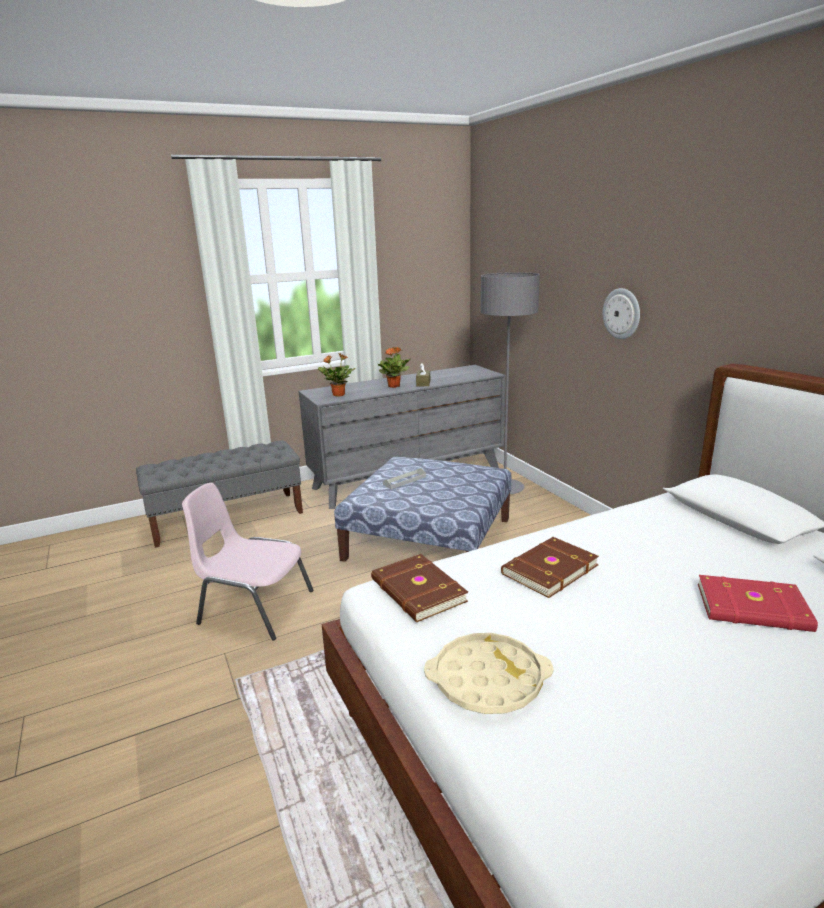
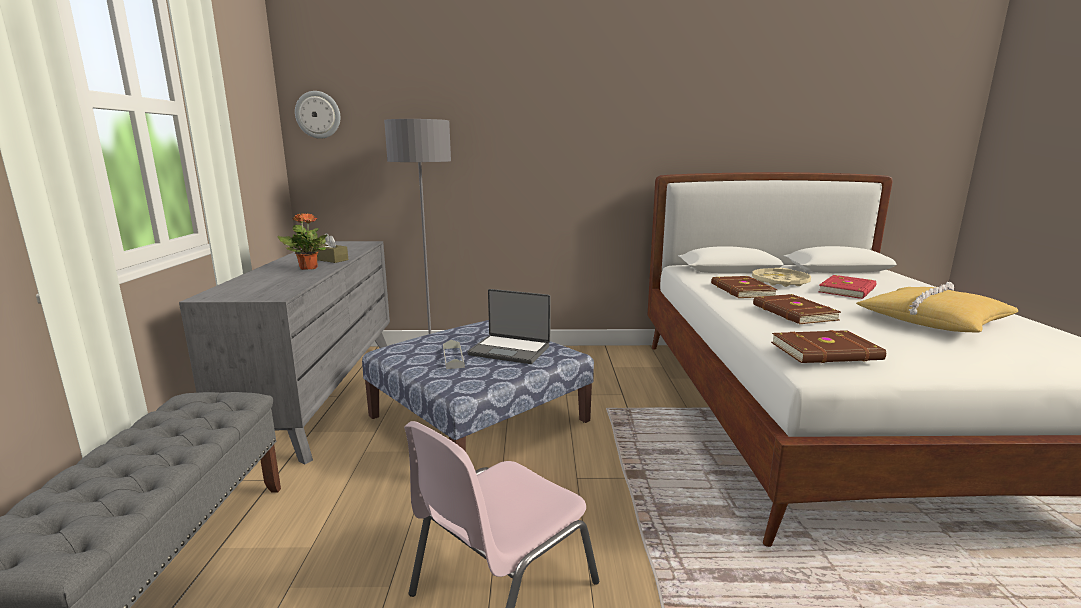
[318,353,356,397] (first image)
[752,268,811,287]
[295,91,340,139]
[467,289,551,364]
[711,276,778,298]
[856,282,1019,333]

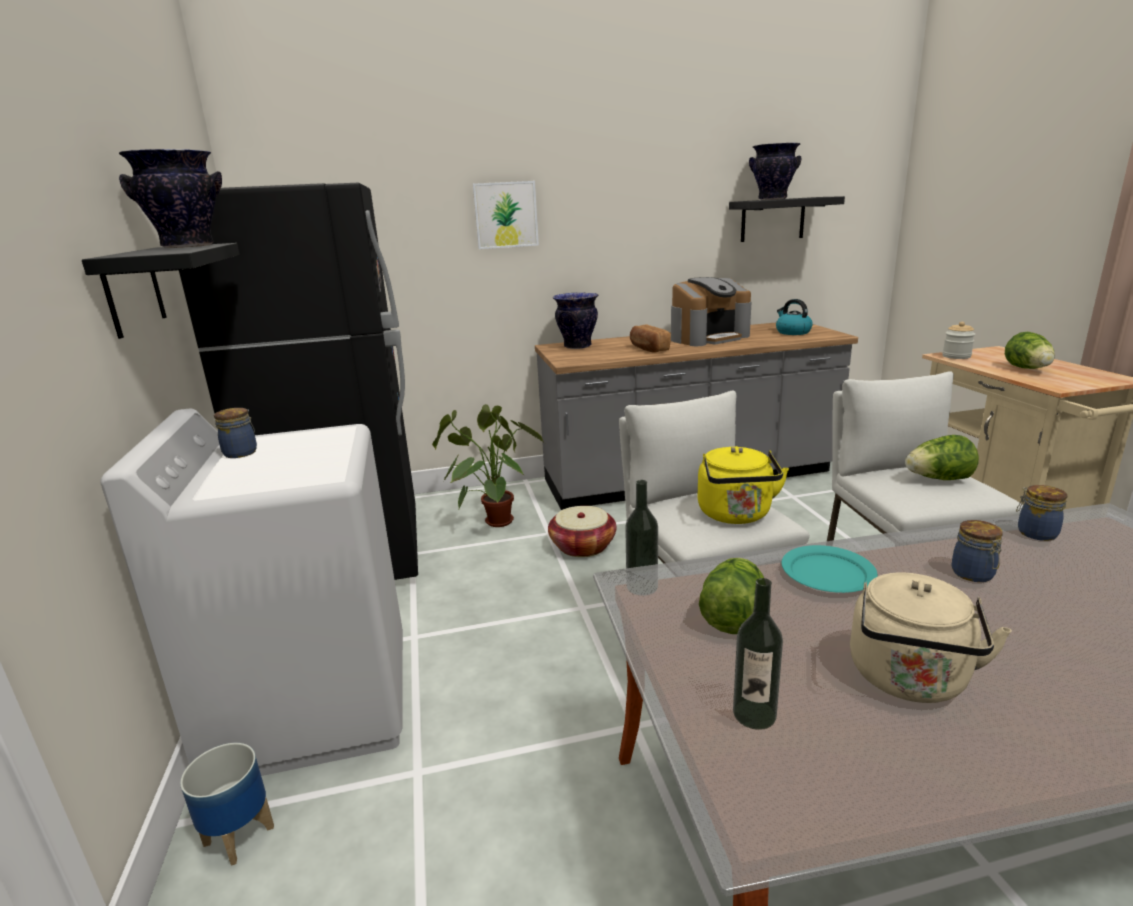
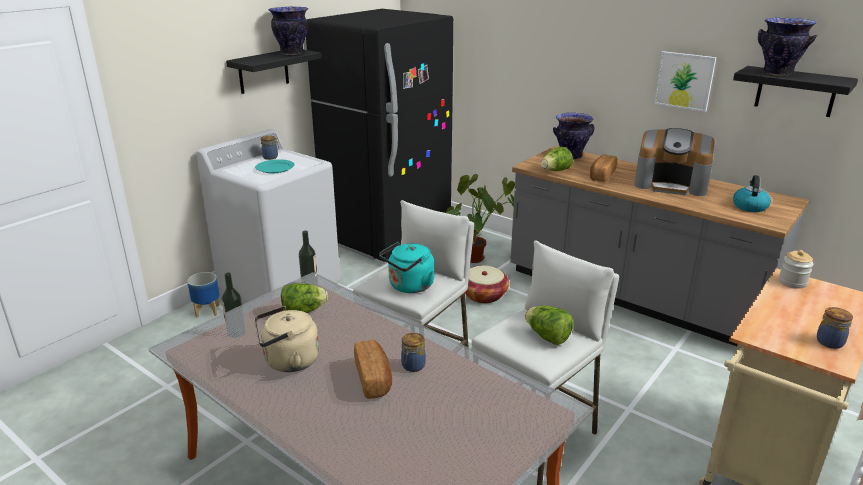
[654,51,716,112]
[379,242,434,293]
[255,159,295,173]
[541,147,573,171]
[817,307,853,349]
[354,340,392,399]

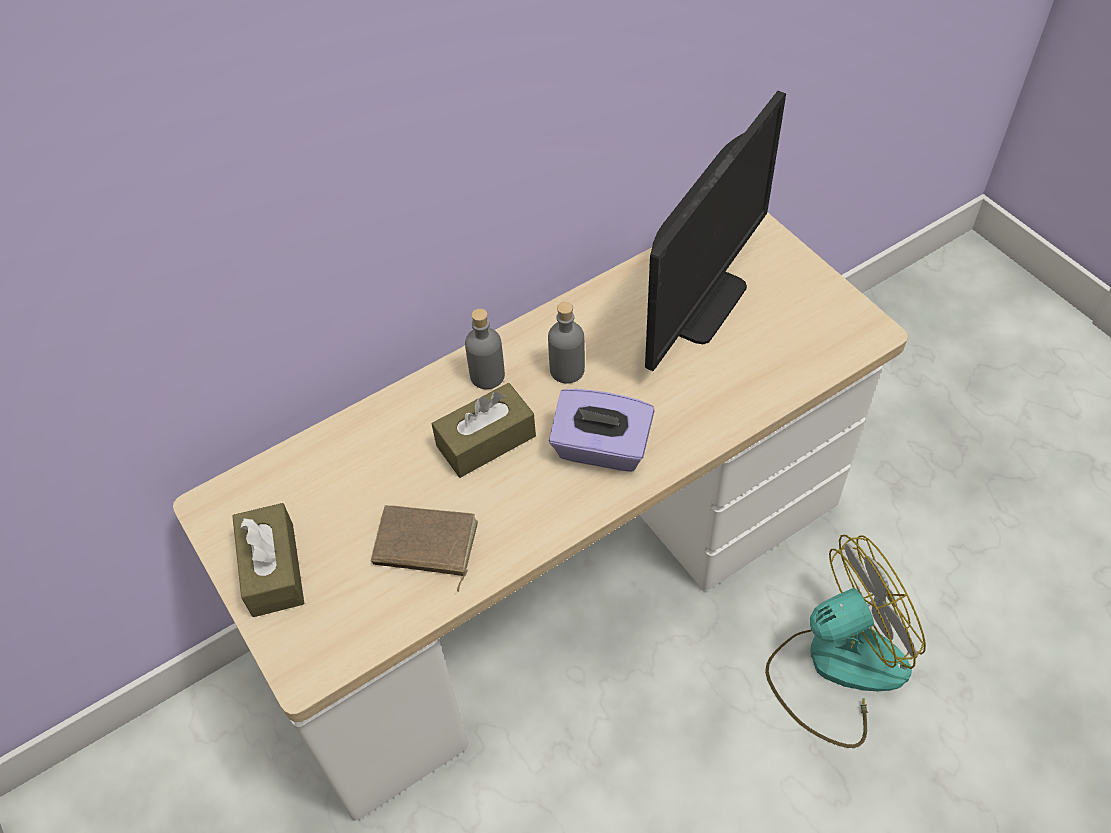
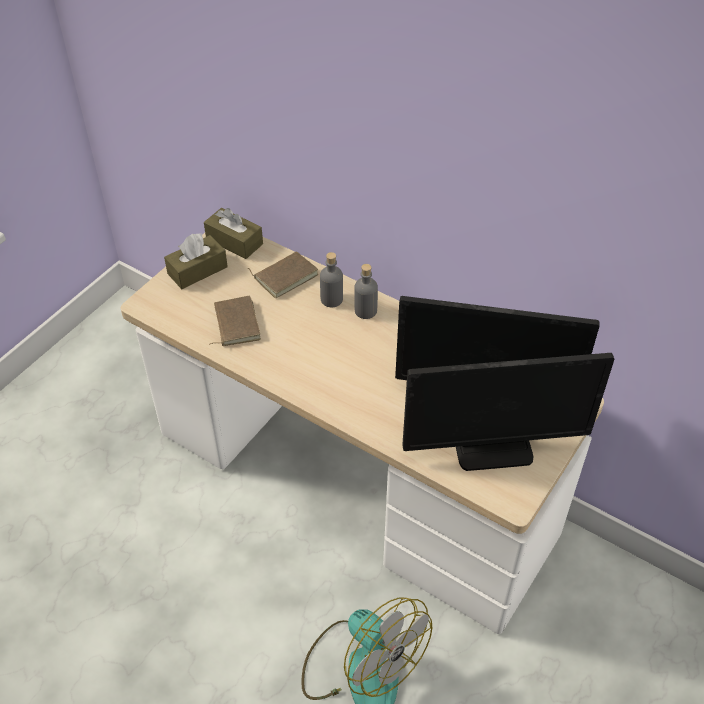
[204,208,263,259]
[320,252,343,307]
[549,389,654,472] (first image)
[248,251,318,298]
[402,353,614,471]

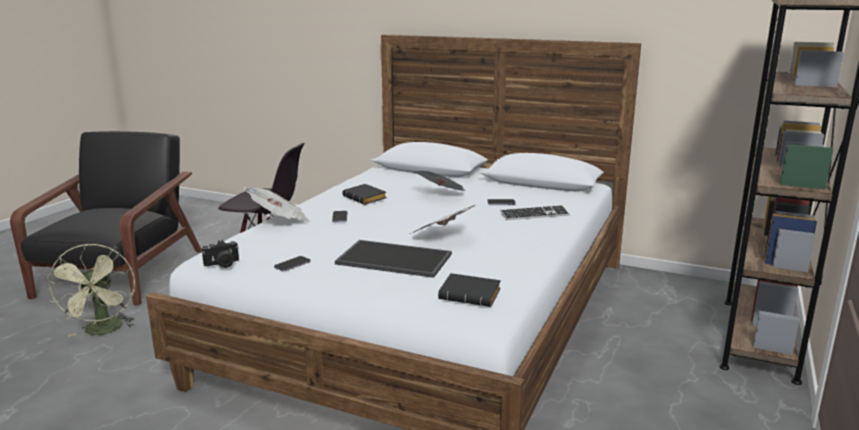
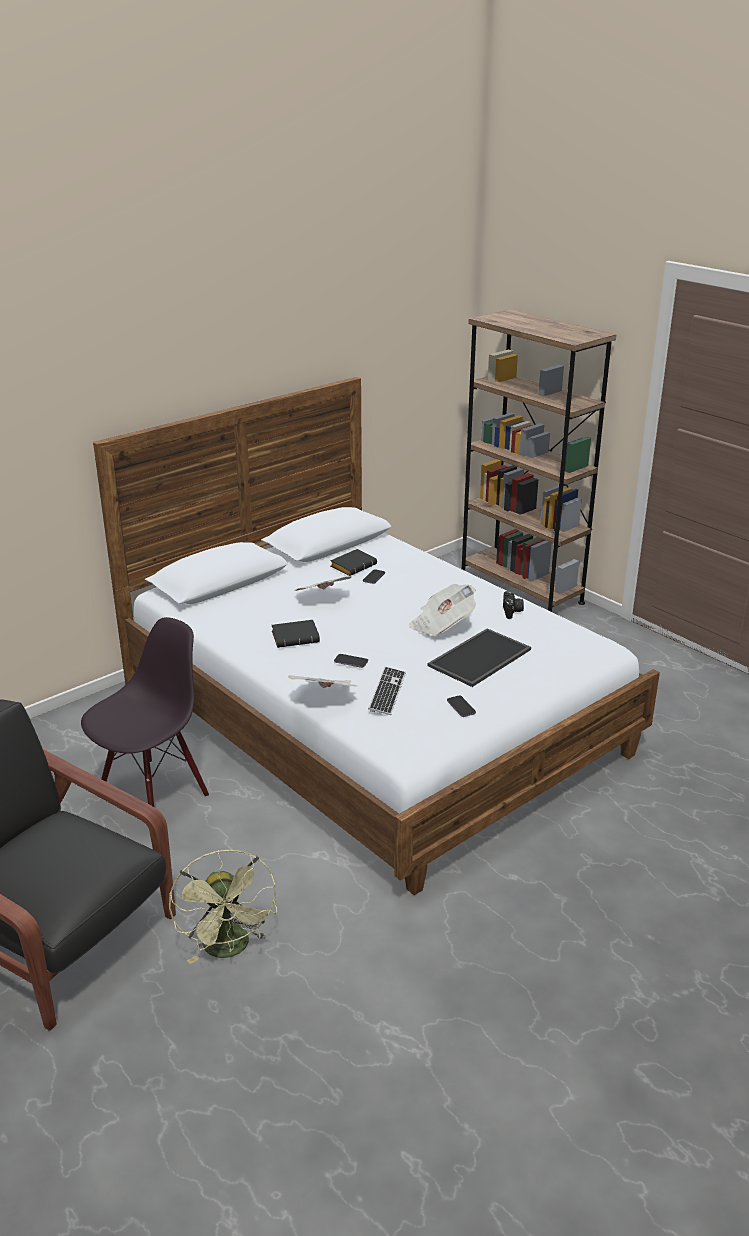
[169,850,277,964]
[503,591,524,619]
[330,549,377,576]
[368,666,406,715]

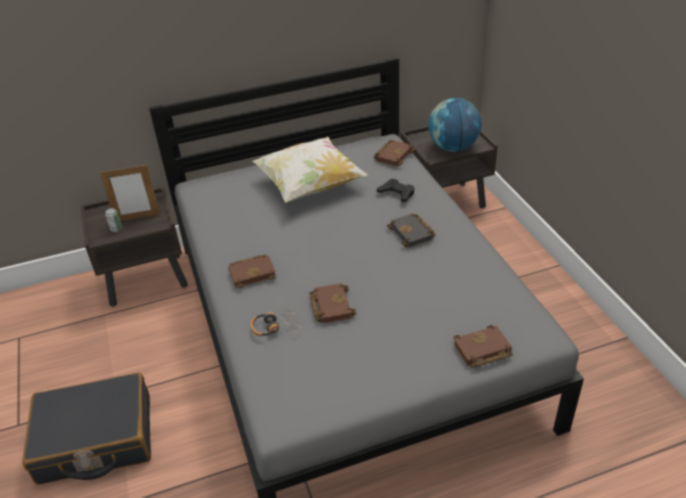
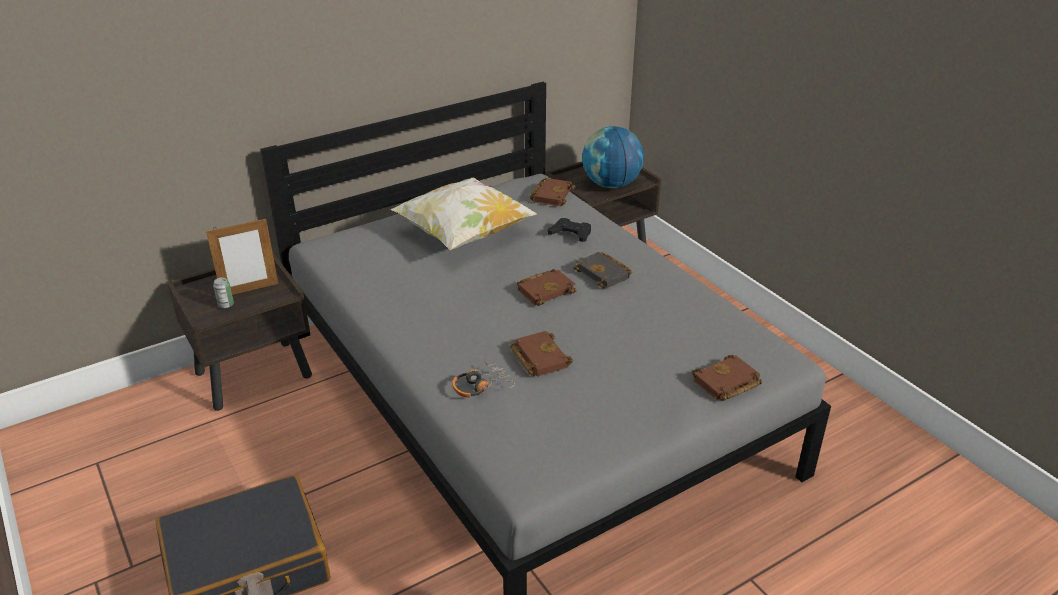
[517,269,577,306]

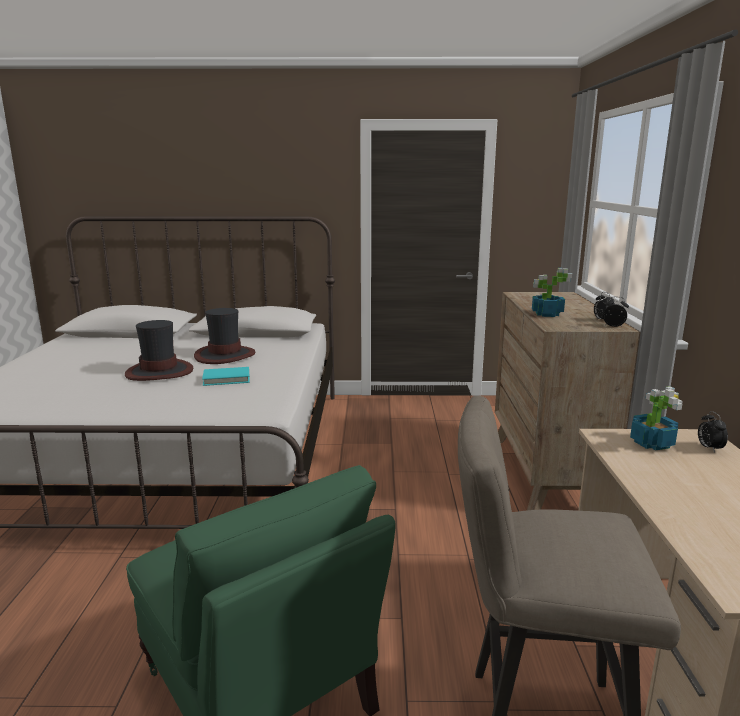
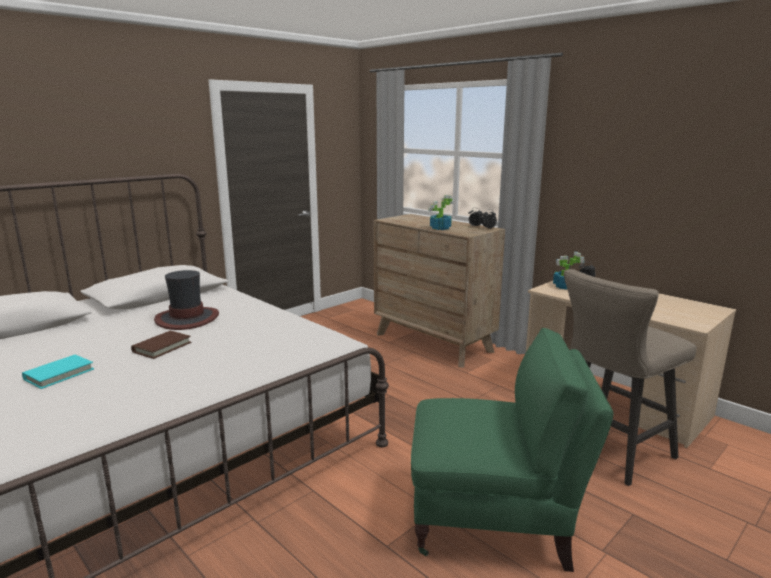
[131,331,192,359]
[22,355,94,389]

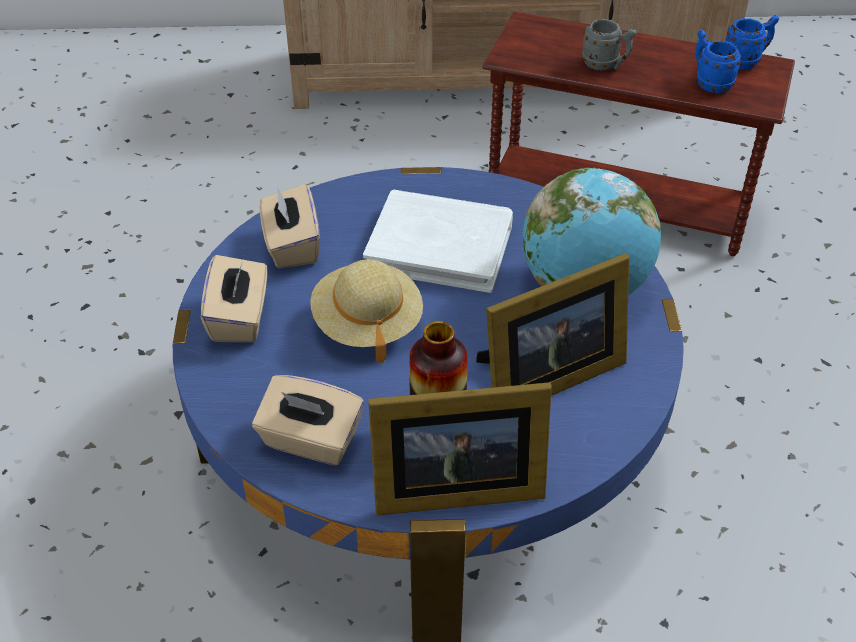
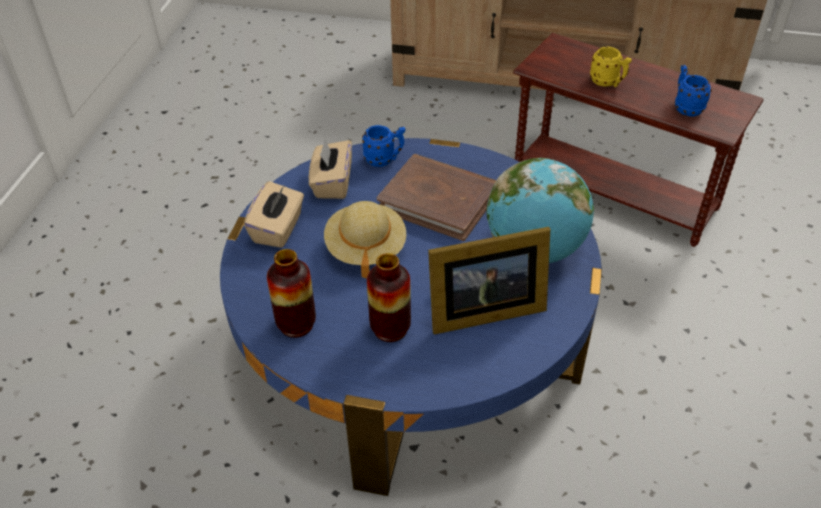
[267,249,316,338]
[377,154,496,241]
[368,382,552,516] (first image)
[590,47,632,87]
[362,125,406,167]

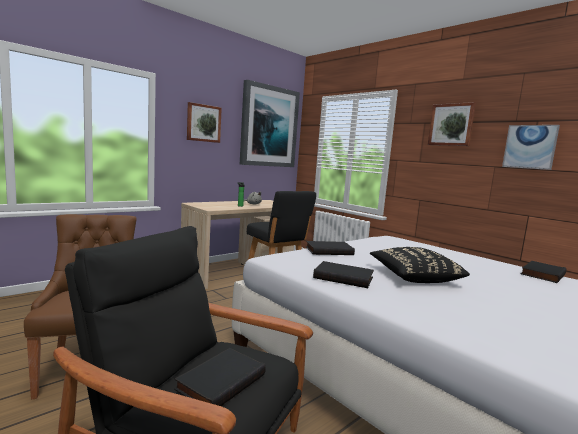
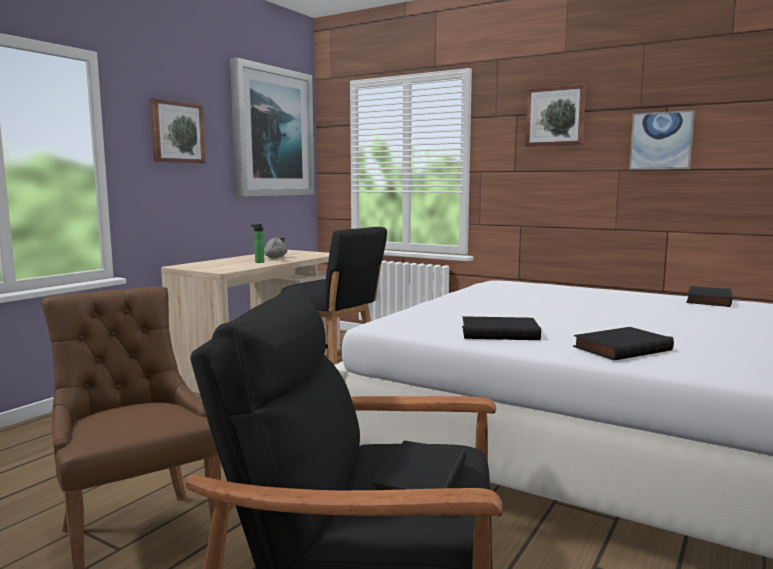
[573,327,674,360]
[370,247,470,283] (first image)

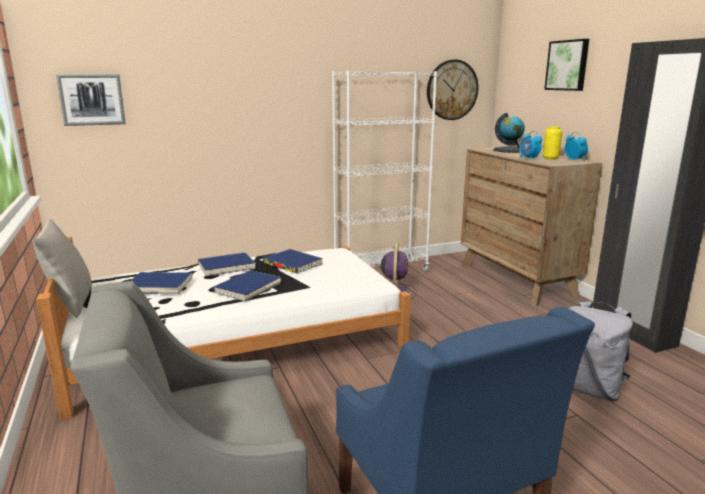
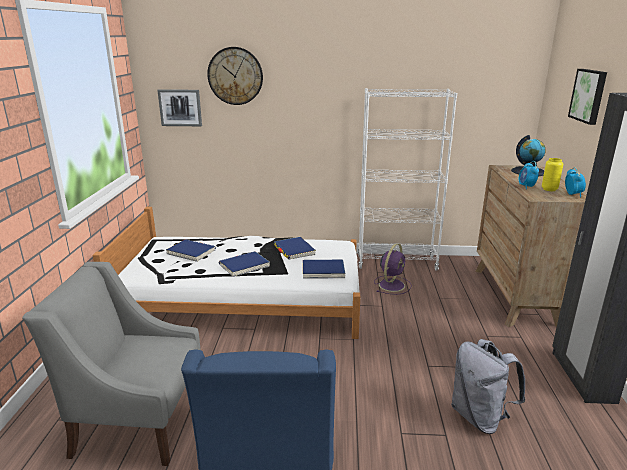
[32,219,92,318] (first image)
[303,260,346,279]
[207,47,263,105]

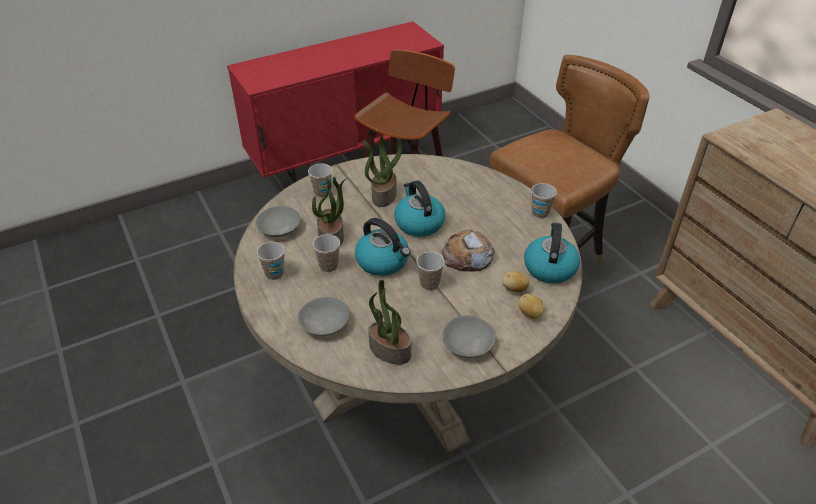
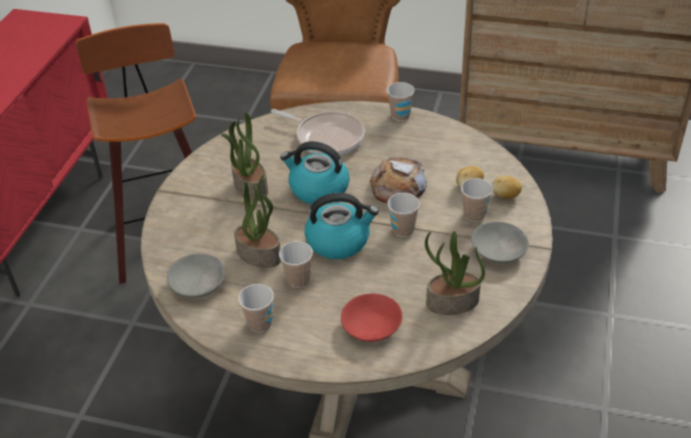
[341,294,402,342]
[461,178,493,222]
[524,222,580,284] (first image)
[271,109,365,155]

